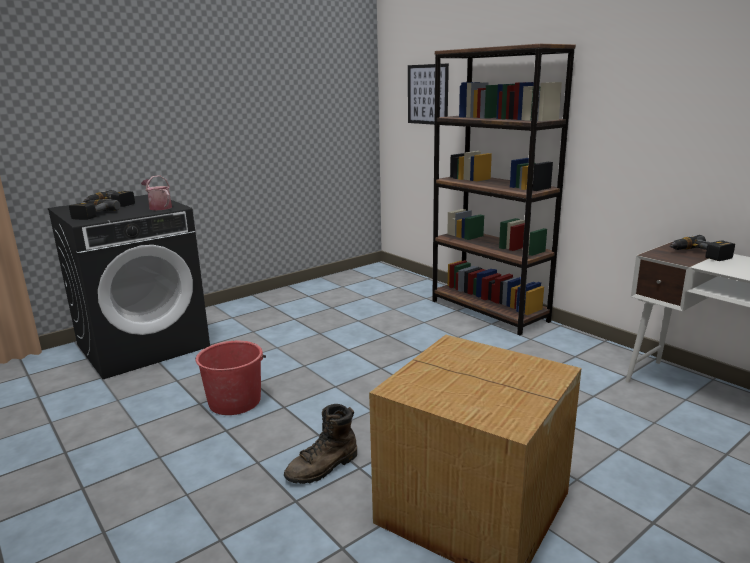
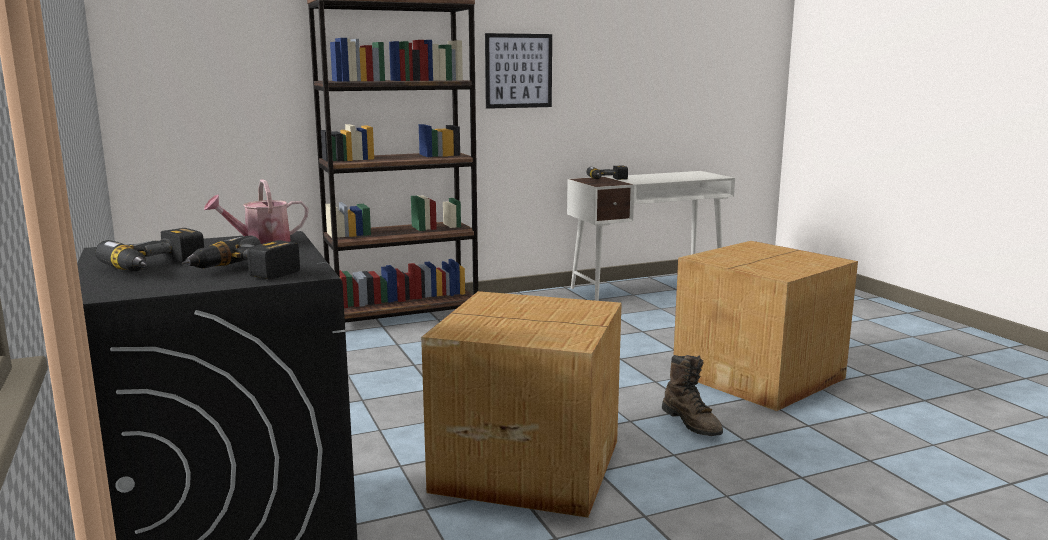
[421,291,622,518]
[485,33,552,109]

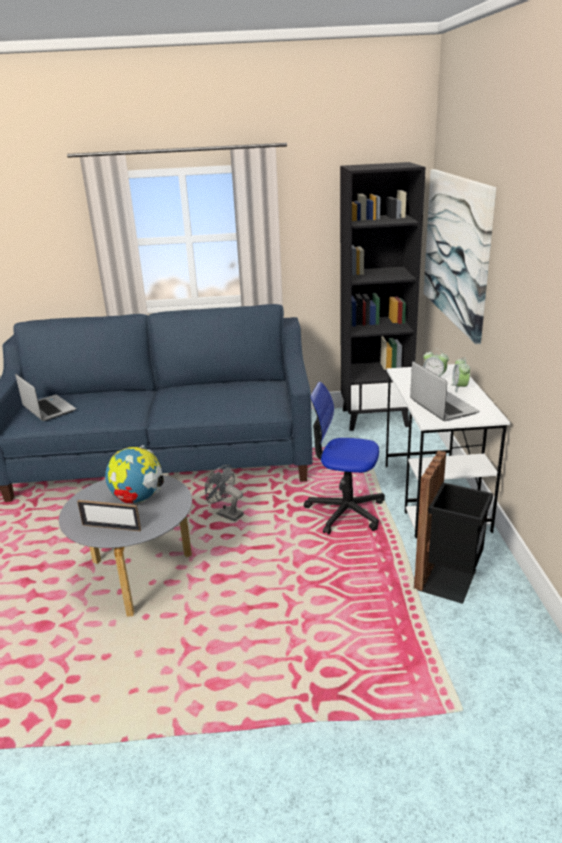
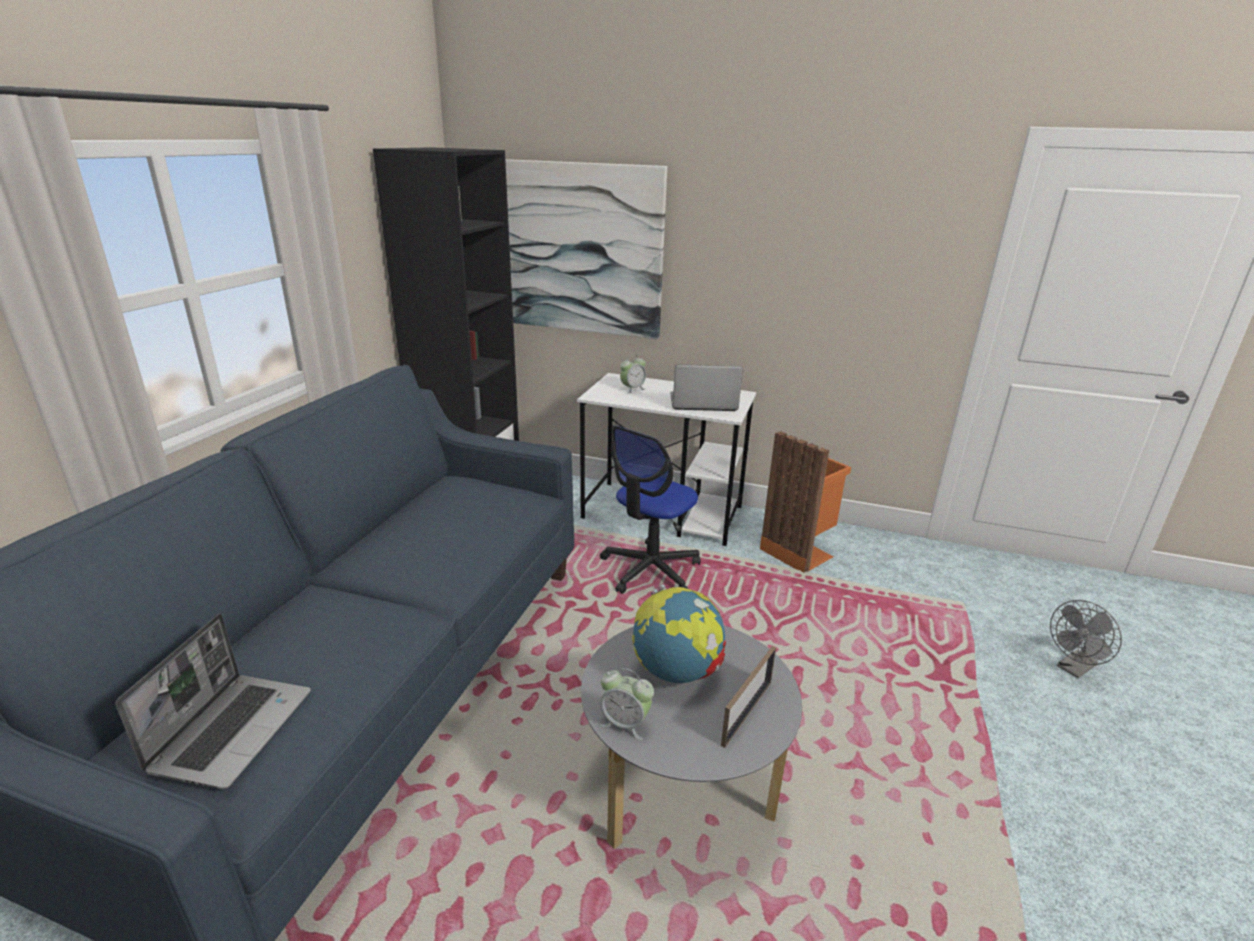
[116,613,311,789]
[1050,600,1122,678]
[760,431,851,573]
[600,668,654,740]

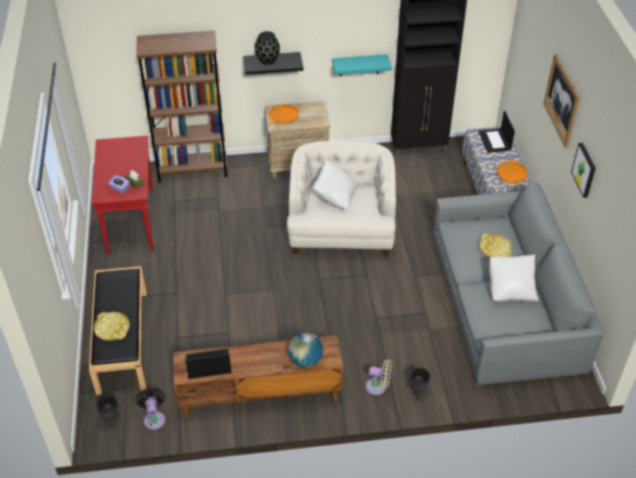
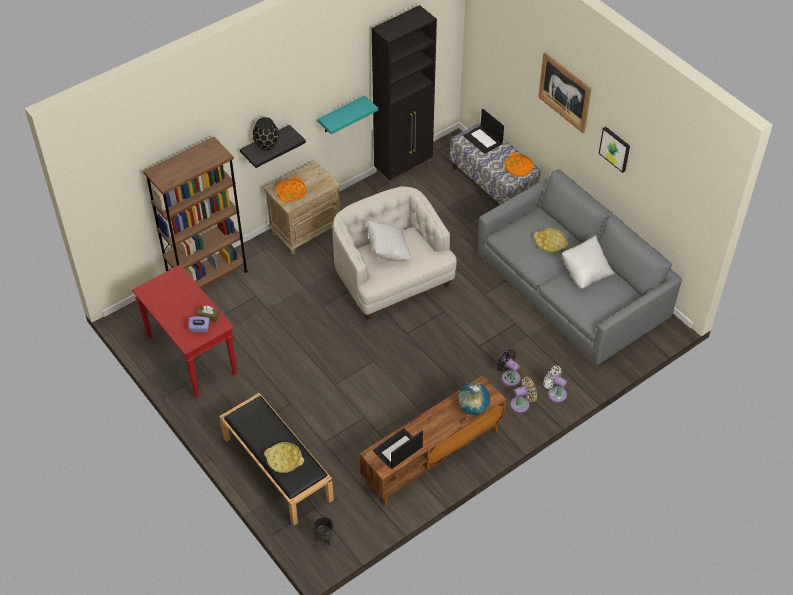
[496,349,520,386]
[543,366,567,403]

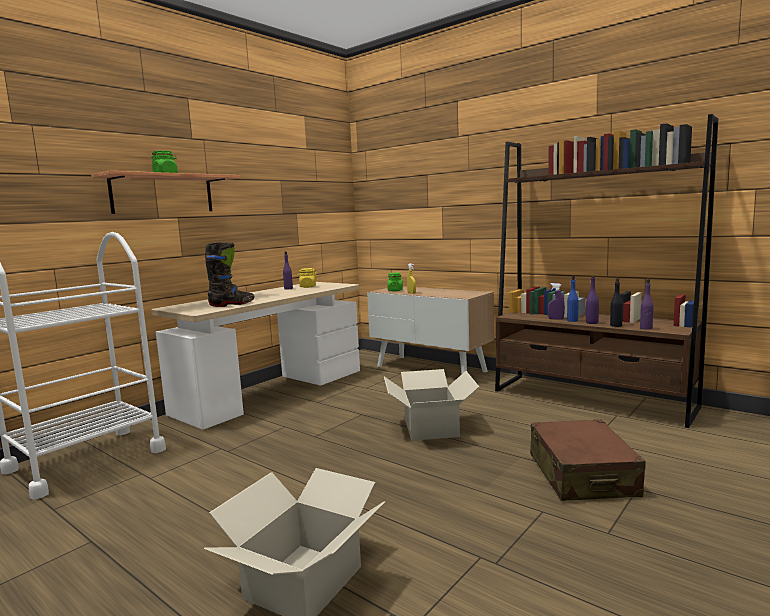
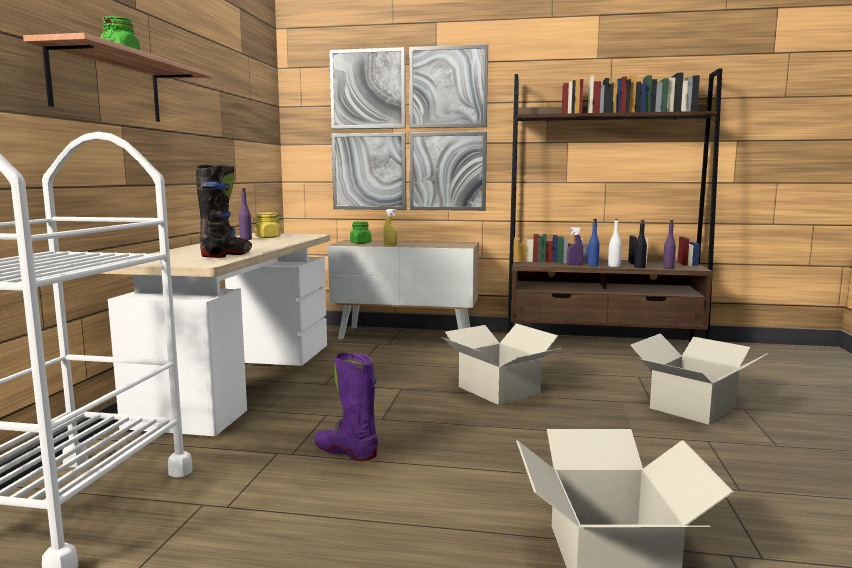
[630,334,768,425]
[608,219,622,267]
[314,352,378,461]
[329,44,488,211]

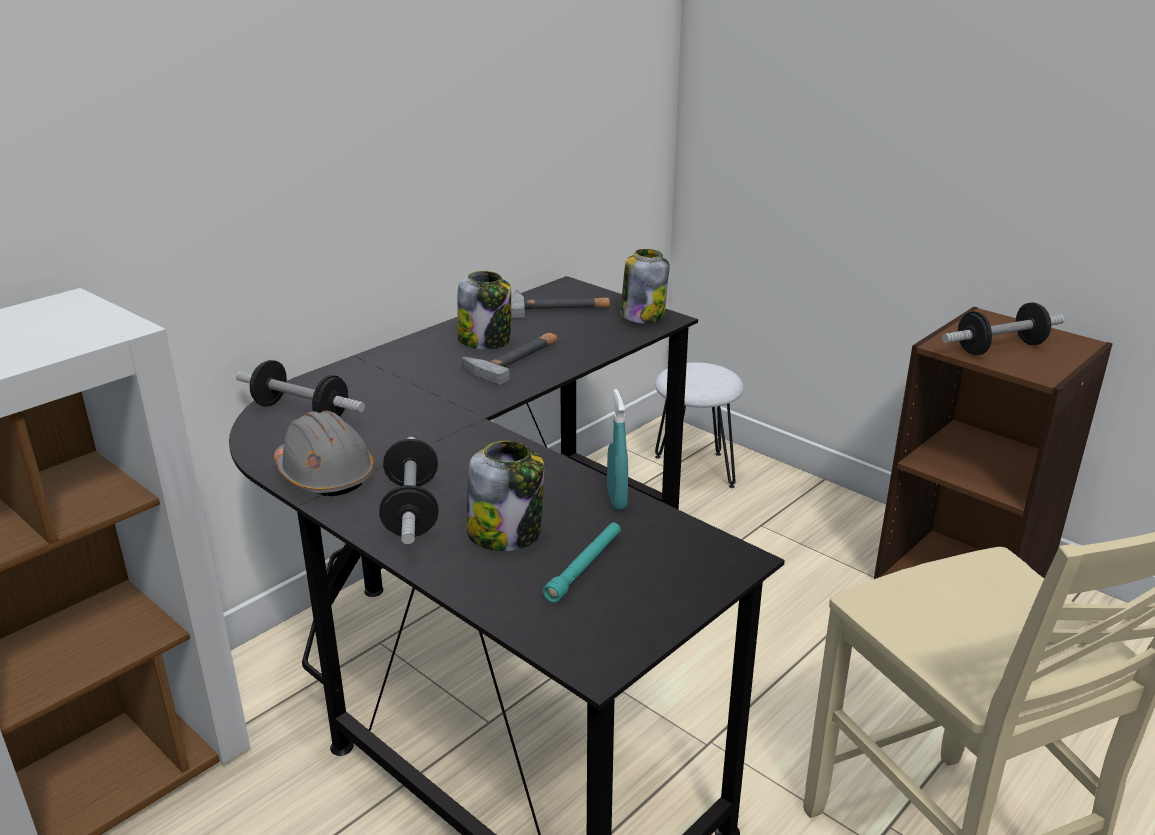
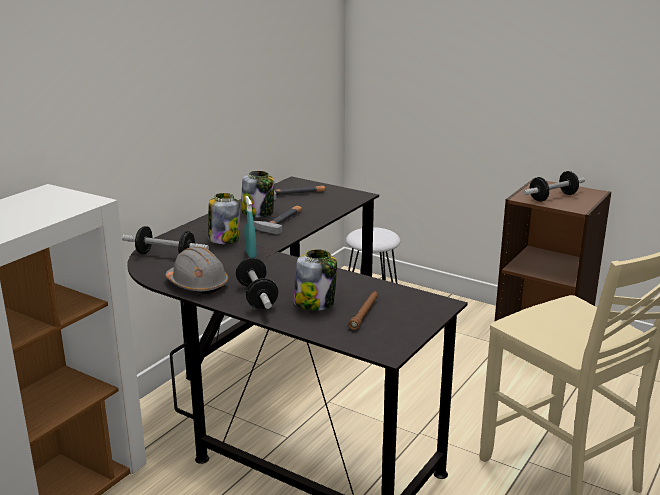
[348,291,378,330]
[244,196,256,258]
[208,193,240,244]

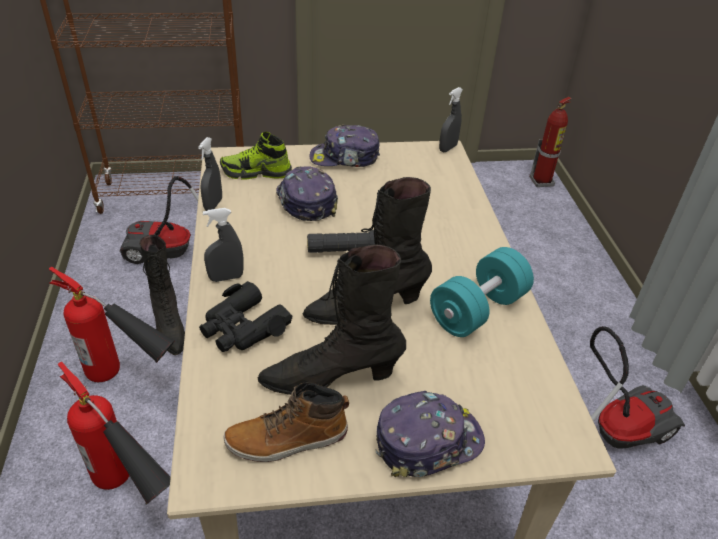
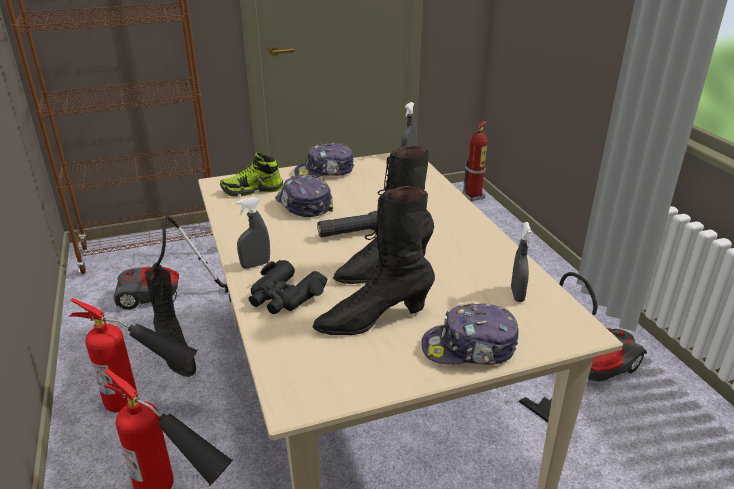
[511,222,532,302]
[223,382,349,462] (first image)
[422,303,519,365]
[430,247,534,337] (first image)

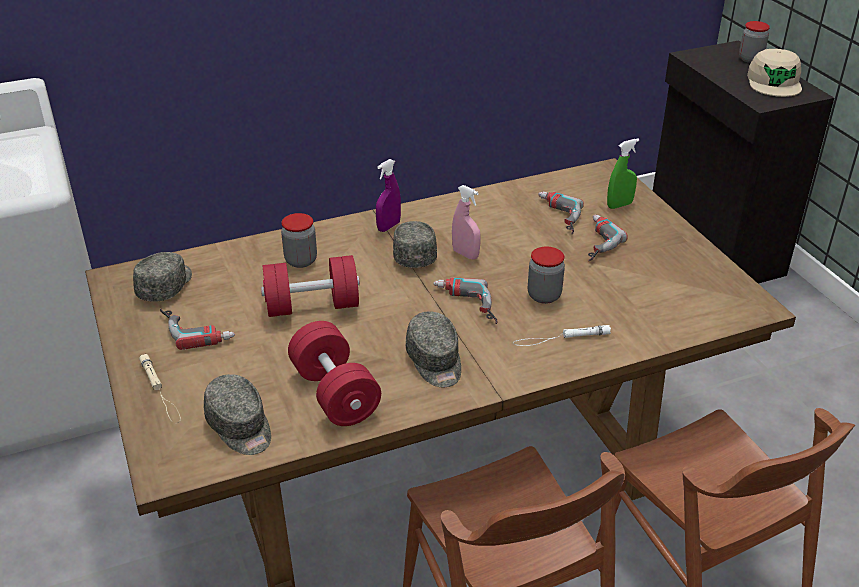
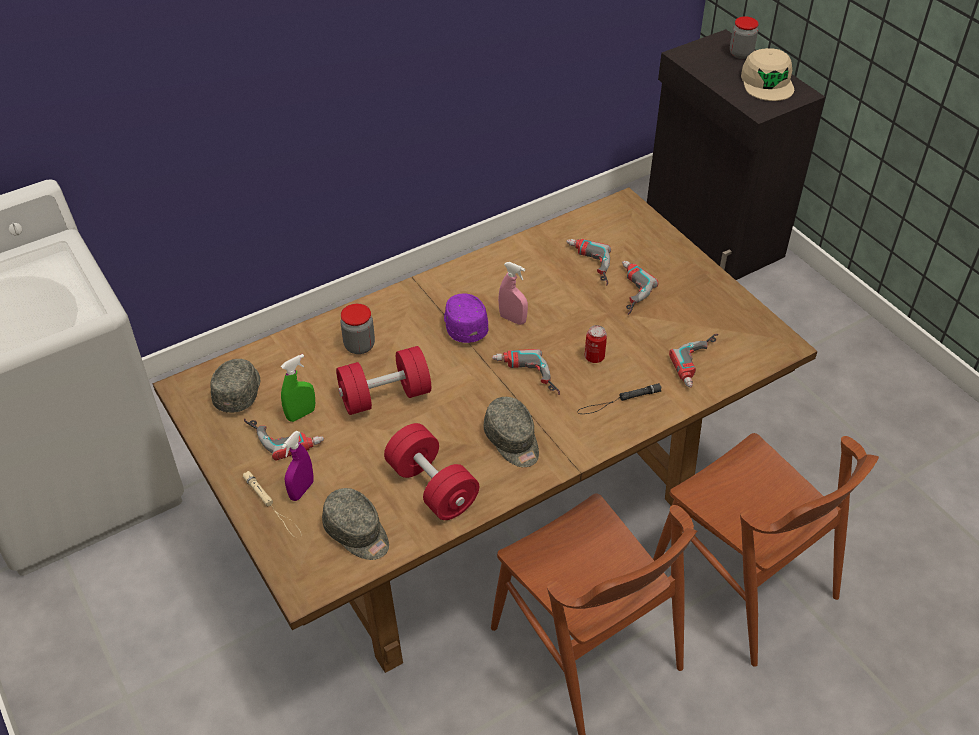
[281,431,314,501]
[444,293,488,343]
[577,383,662,414]
[585,325,607,363]
[281,354,315,422]
[669,334,719,388]

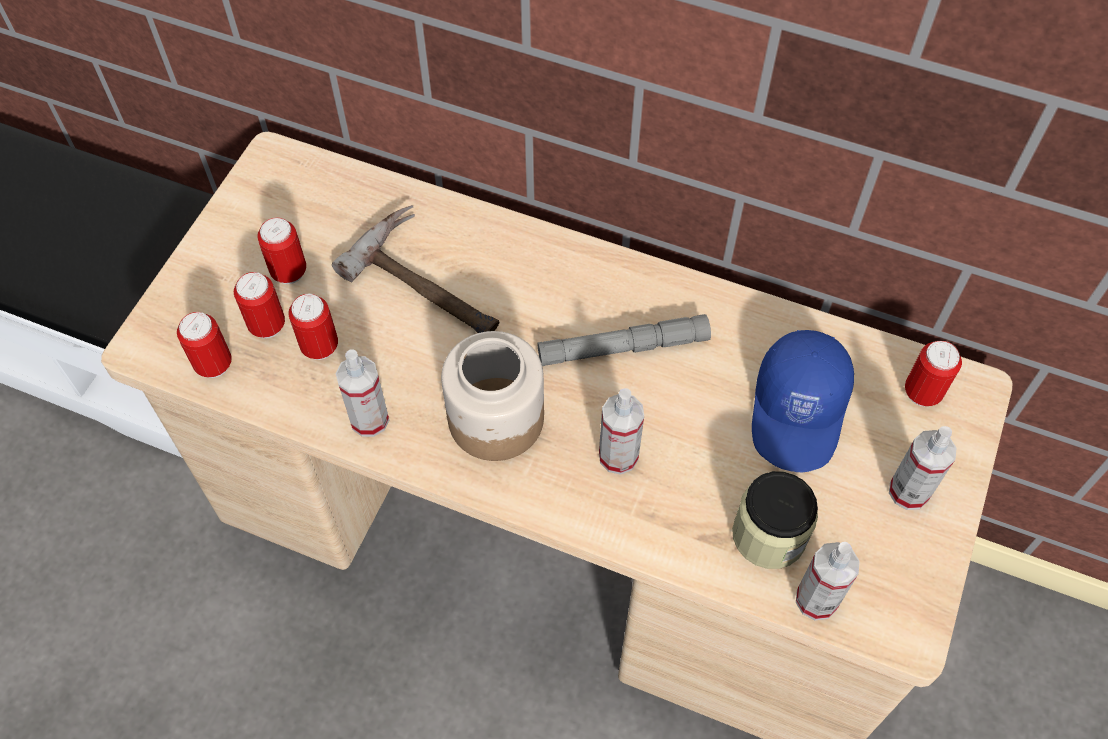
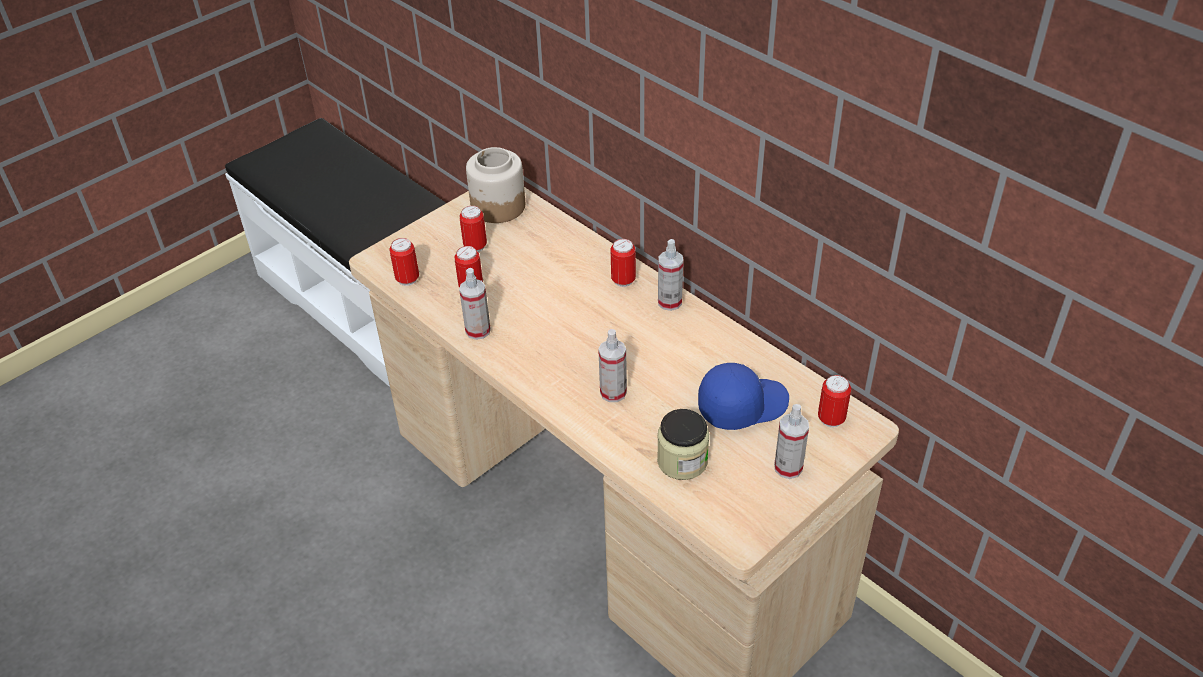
[611,239,636,287]
[332,205,499,333] (first image)
[466,147,525,223]
[537,314,711,366] (first image)
[698,363,789,430]
[658,239,683,311]

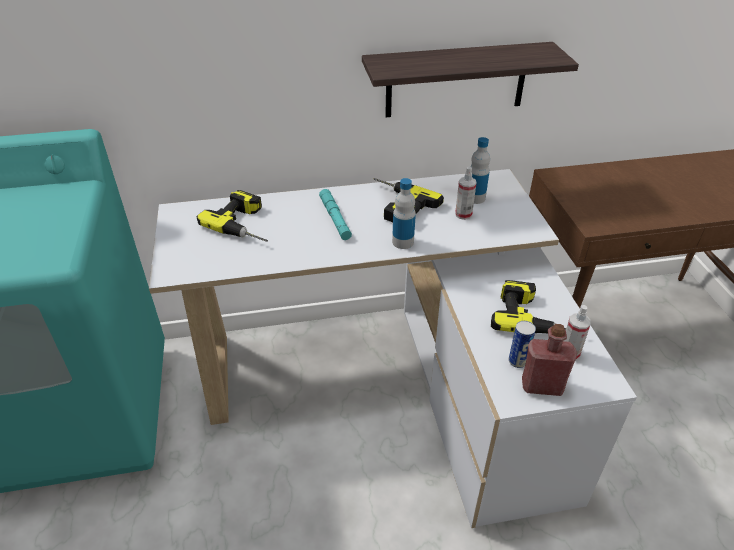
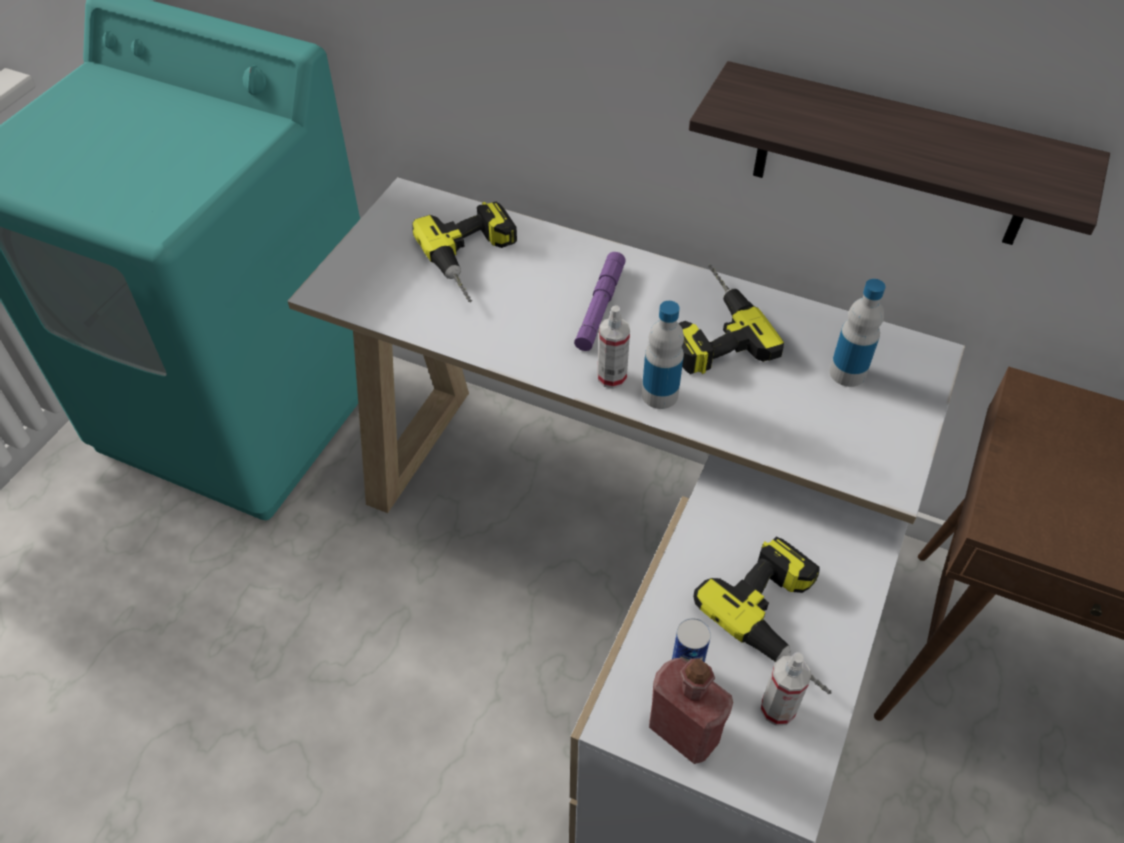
[574,252,626,351]
[597,305,630,389]

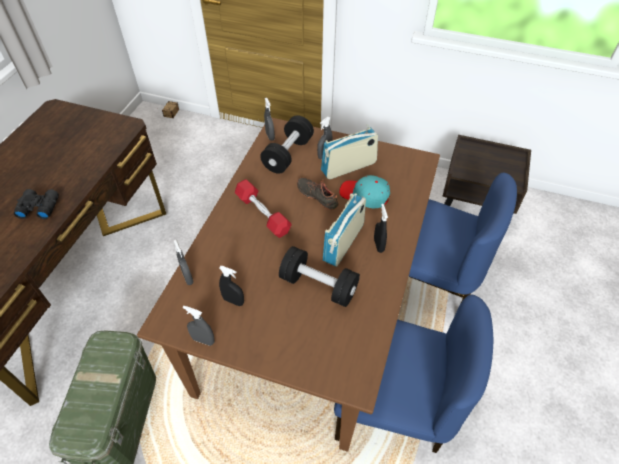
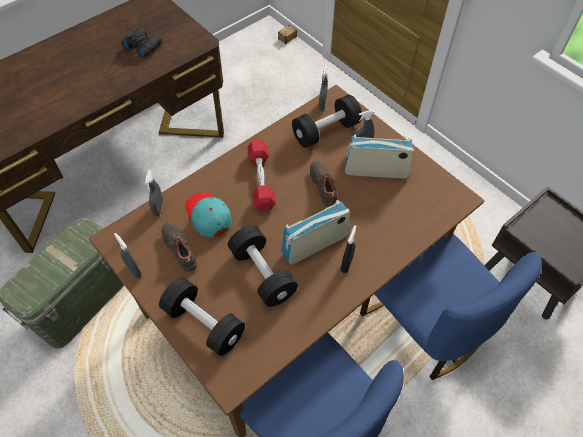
[121,27,162,58]
[161,223,197,272]
[186,193,232,237]
[159,277,245,356]

